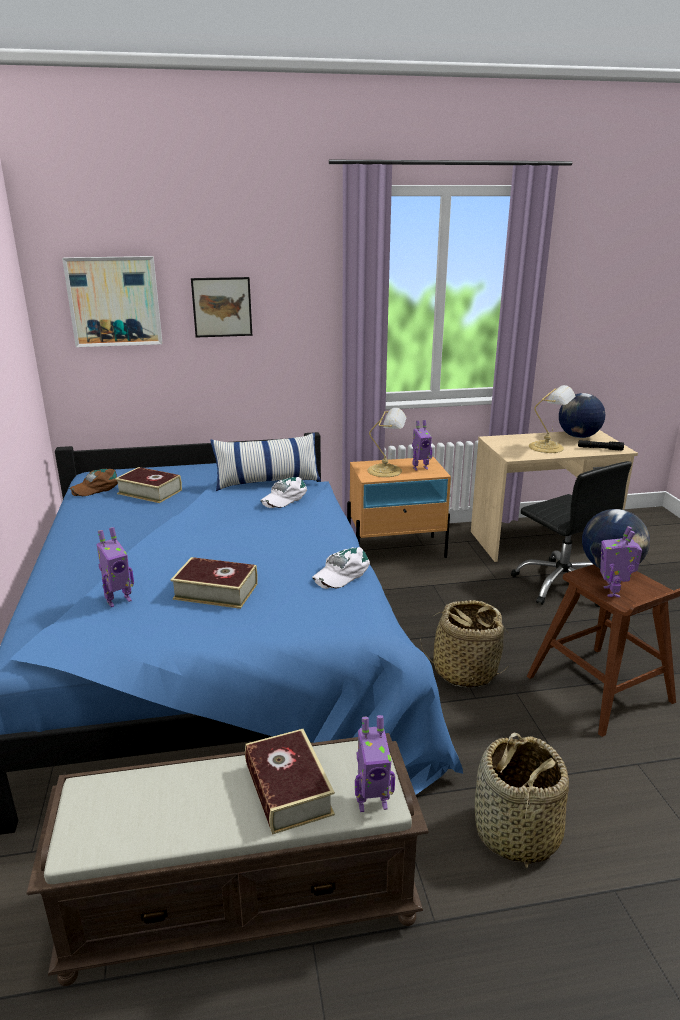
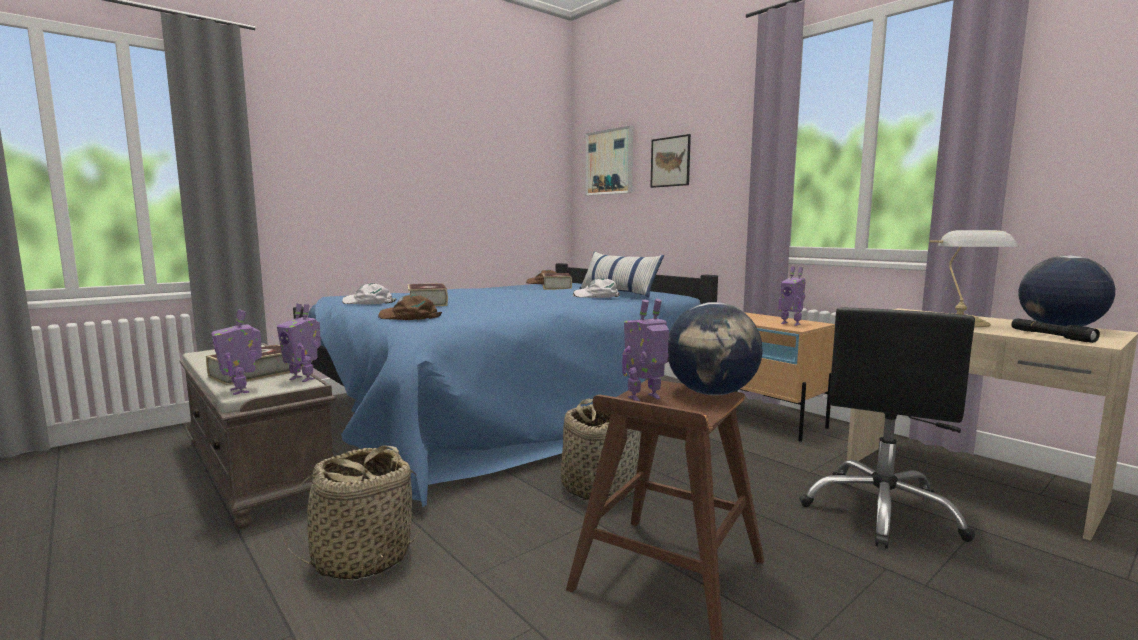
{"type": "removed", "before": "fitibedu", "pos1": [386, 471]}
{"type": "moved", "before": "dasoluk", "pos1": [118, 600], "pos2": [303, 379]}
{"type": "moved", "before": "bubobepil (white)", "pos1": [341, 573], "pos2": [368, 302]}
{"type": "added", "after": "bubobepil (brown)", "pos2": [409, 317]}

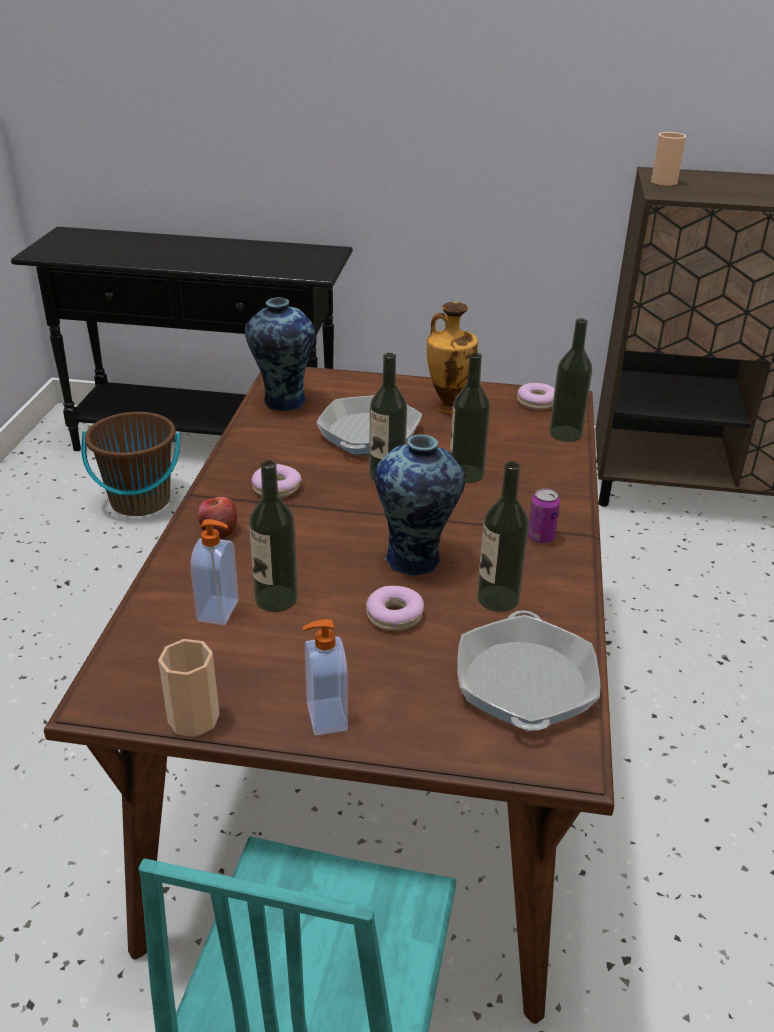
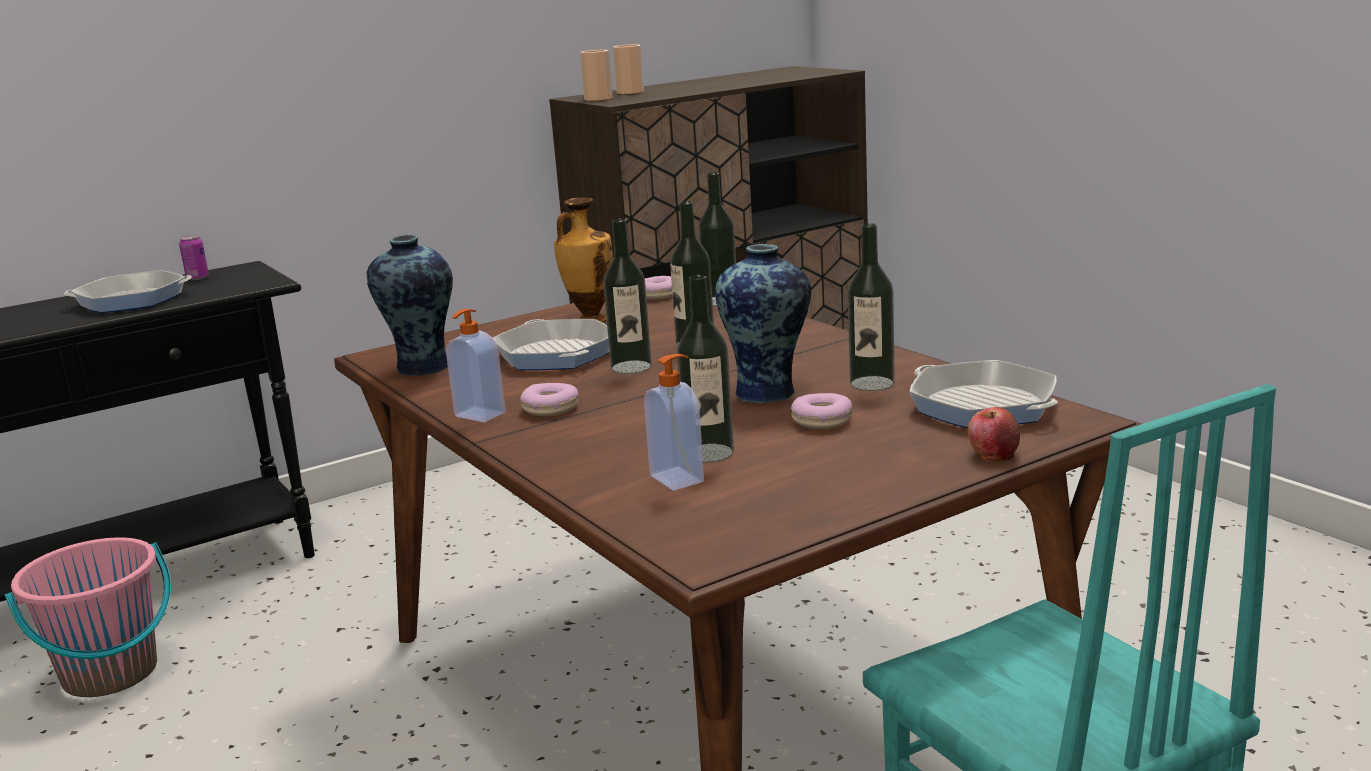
{"type": "recoloured", "before": "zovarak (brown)", "after": "zovarak (pink)", "pos1": [140, 501], "pos2": [110, 674]}
{"type": "moved", "before": "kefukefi", "pos1": [541, 537], "pos2": [197, 278]}
{"type": "moved", "before": "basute", "pos1": [218, 530], "pos2": [993, 454]}
{"type": "moved", "before": "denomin", "pos1": [325, 717], "pos2": [478, 415]}
{"type": "moved", "before": "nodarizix", "pos1": [193, 718], "pos2": [630, 92]}
{"type": "added", "after": "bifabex", "pos2": [131, 300]}

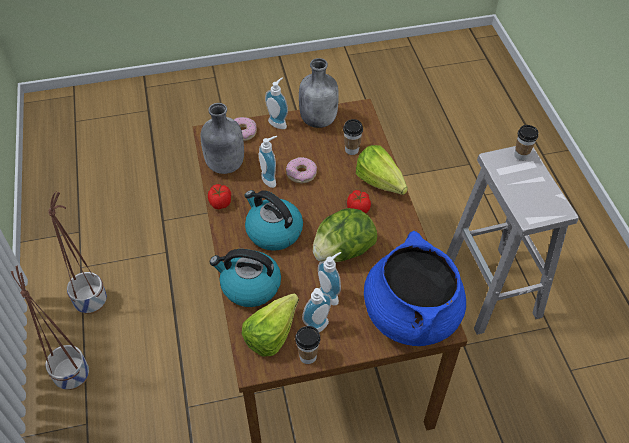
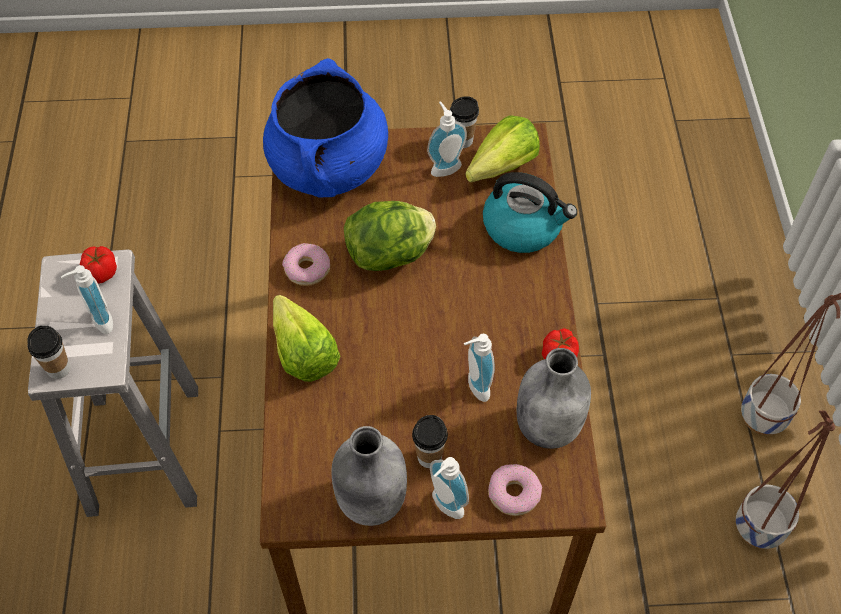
{"type": "moved", "before": "nodarizix", "pos1": [351, 150], "pos2": [429, 457]}
{"type": "moved", "before": "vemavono", "pos1": [301, 174], "pos2": [307, 269]}
{"type": "removed", "before": "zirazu", "pos1": [273, 231]}
{"type": "moved", "before": "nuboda", "pos1": [358, 208], "pos2": [101, 273]}
{"type": "moved", "before": "denomin", "pos1": [331, 294], "pos2": [98, 322]}

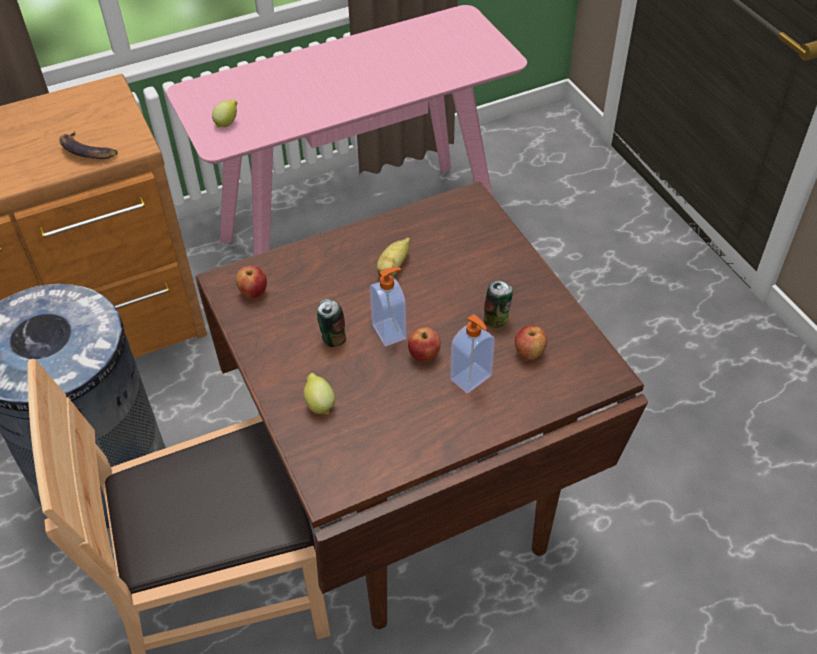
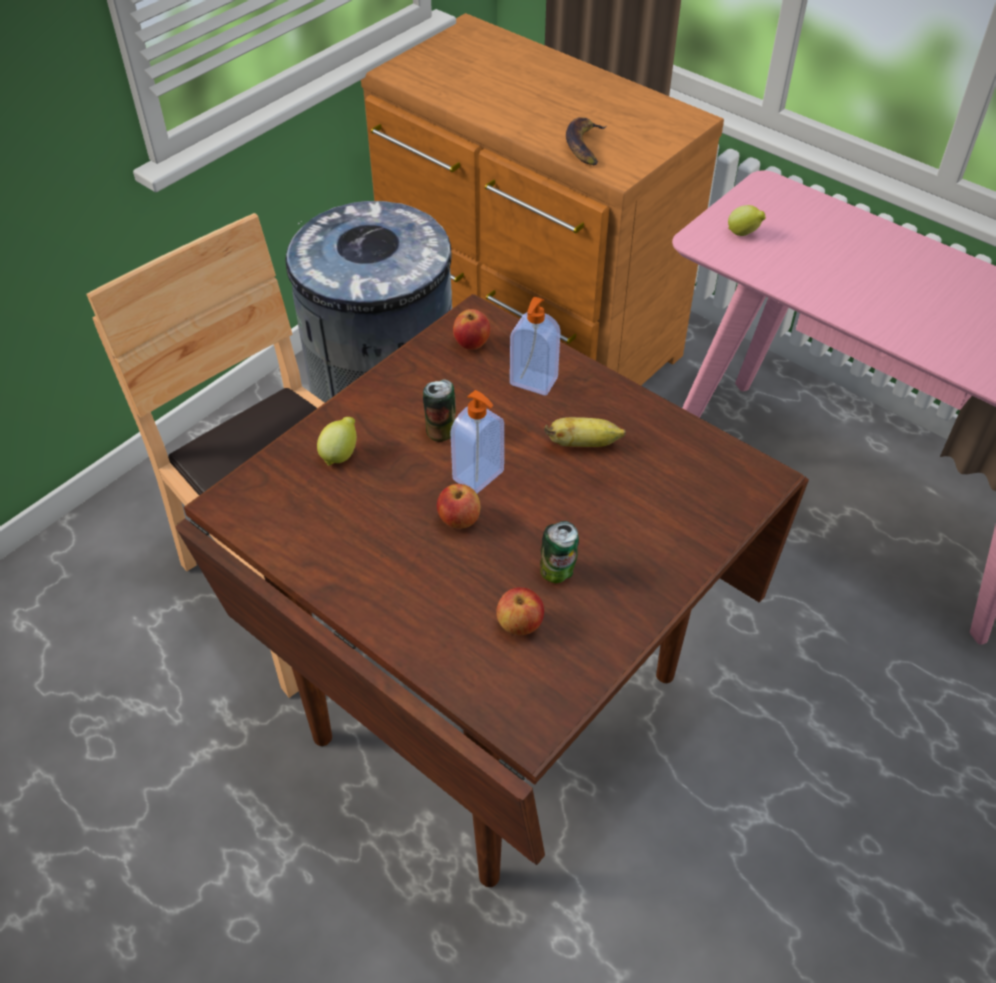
{"type": "moved", "before": "denomin", "pos1": [472, 378], "pos2": [533, 382]}

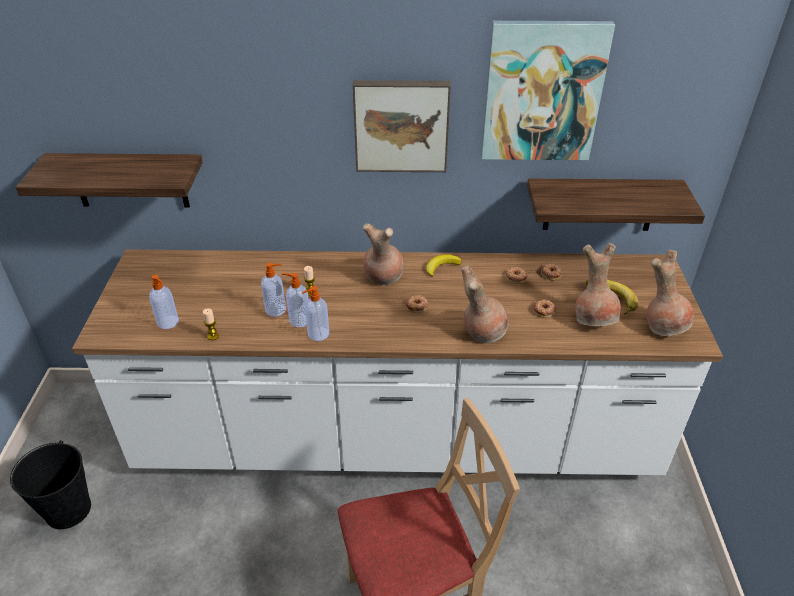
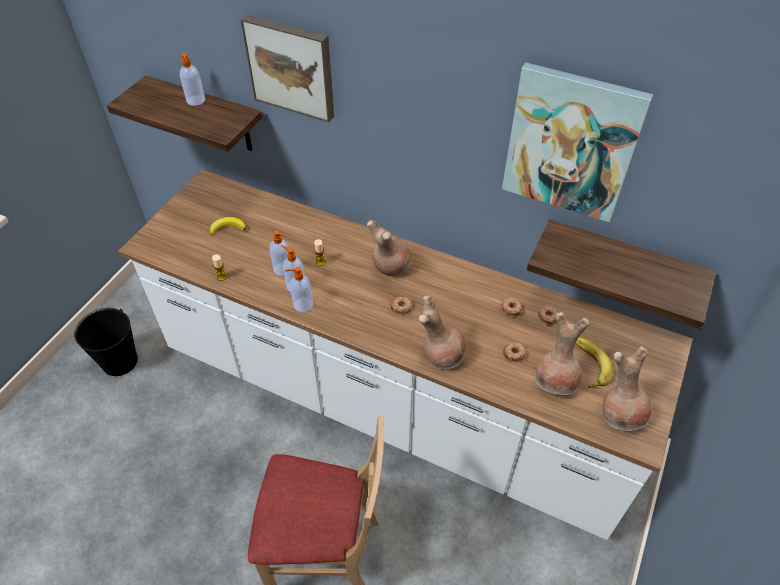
{"type": "moved", "before": "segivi", "pos1": [401, 125], "pos2": [292, 66]}
{"type": "moved", "before": "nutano", "pos1": [441, 267], "pos2": [228, 228]}
{"type": "moved", "before": "denomin", "pos1": [168, 323], "pos2": [196, 101]}

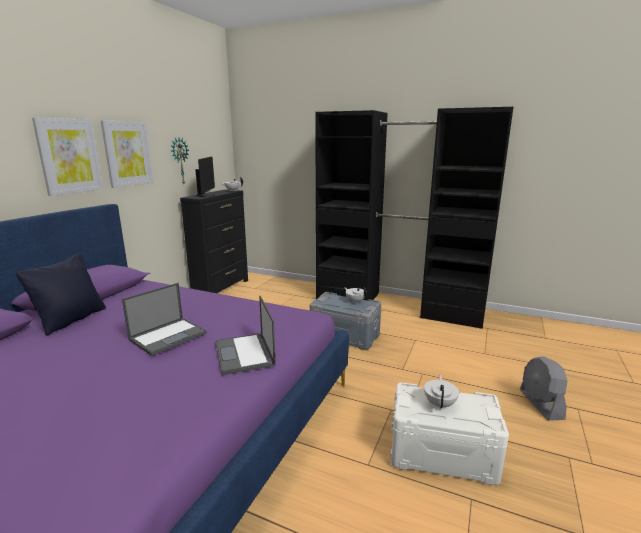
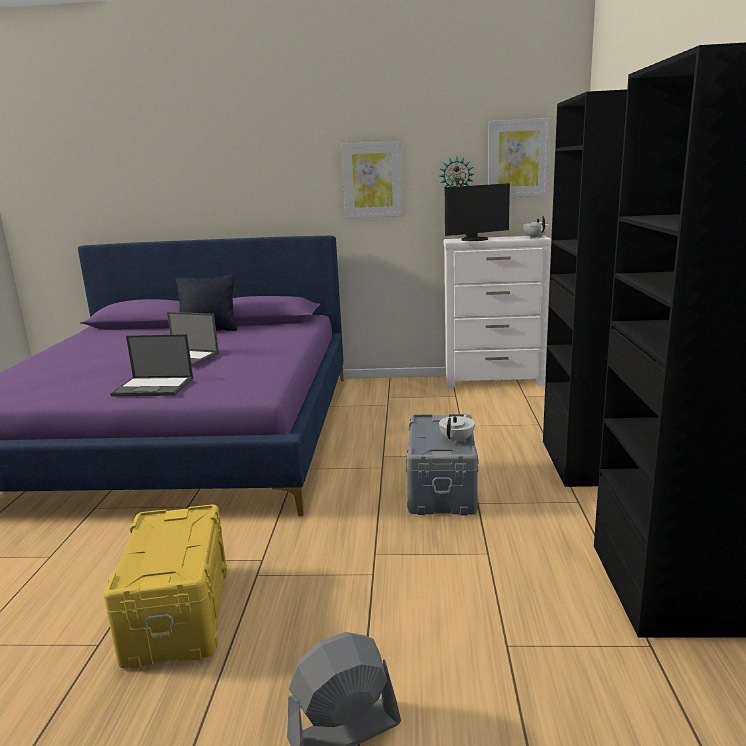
{"type": "moved", "before": "segivi", "pos1": [69, 156], "pos2": [518, 159]}
{"type": "recoloured", "before": "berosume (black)", "after": "berosume (white)", "pos1": [222, 288], "pos2": [494, 381]}
{"type": "turned", "before": "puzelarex", "pos1": [244, 354], "pos2": [154, 387], "turn": -135}
{"type": "removed", "before": "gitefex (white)", "pos1": [440, 404]}
{"type": "recoloured", "before": "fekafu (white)", "after": "fekafu (yellow)", "pos1": [442, 454], "pos2": [176, 614]}

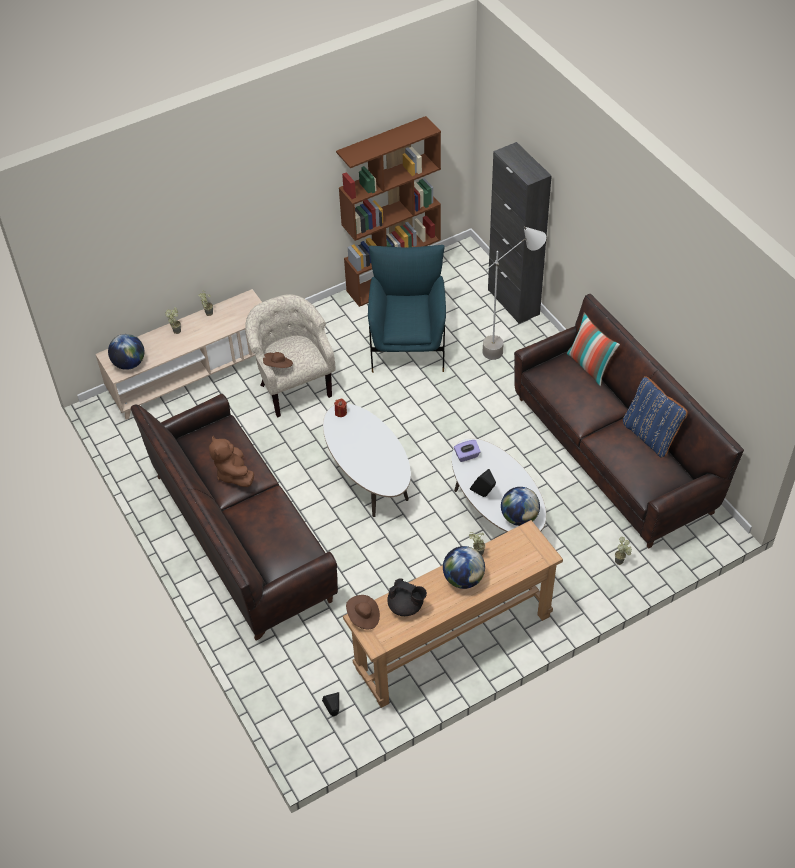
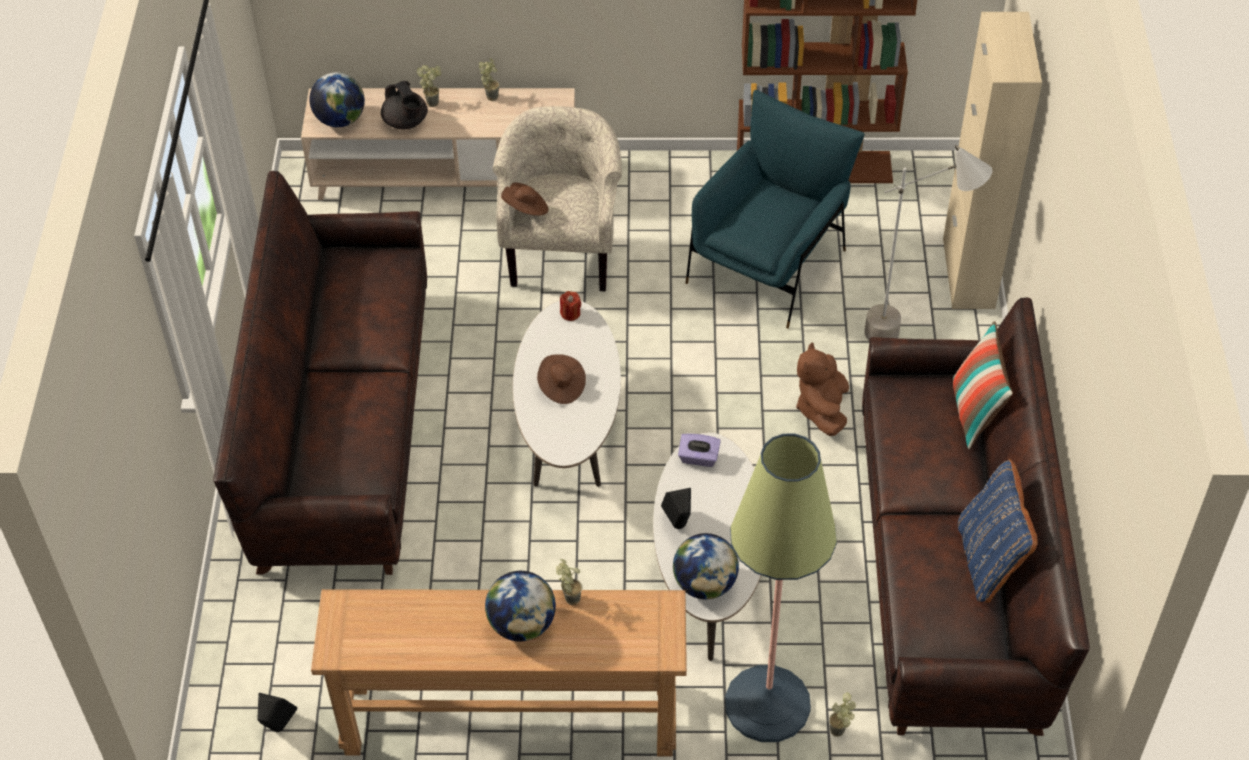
{"type": "recoloured", "before": "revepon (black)", "after": "revepon (beige)", "pos1": [513, 302], "pos2": [968, 273]}
{"type": "moved", "before": "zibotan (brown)", "pos1": [233, 473], "pos2": [822, 409]}
{"type": "moved", "before": "gitefex (black)", "pos1": [406, 606], "pos2": [406, 122]}
{"type": "moved", "before": "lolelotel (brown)", "pos1": [363, 617], "pos2": [561, 387]}
{"type": "added", "after": "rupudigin", "pos2": [767, 704]}

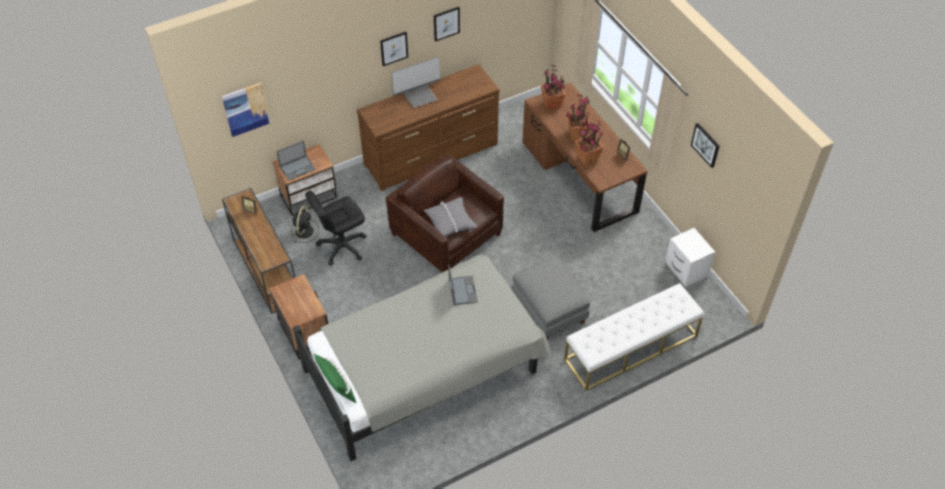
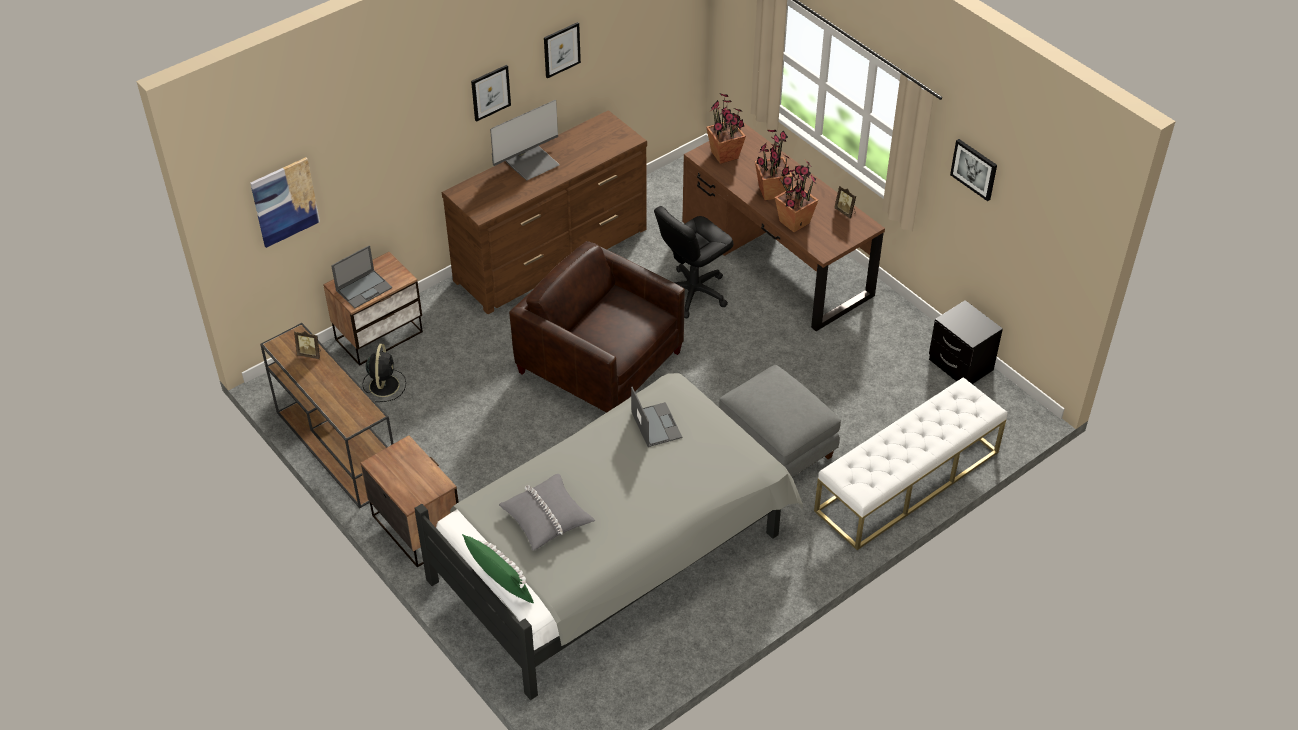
{"type": "moved", "before": "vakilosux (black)", "pos1": [342, 246], "pos2": [693, 293]}
{"type": "moved", "before": "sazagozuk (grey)", "pos1": [450, 221], "pos2": [546, 517]}
{"type": "recoloured", "before": "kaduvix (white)", "after": "kaduvix (black)", "pos1": [685, 270], "pos2": [959, 365]}

